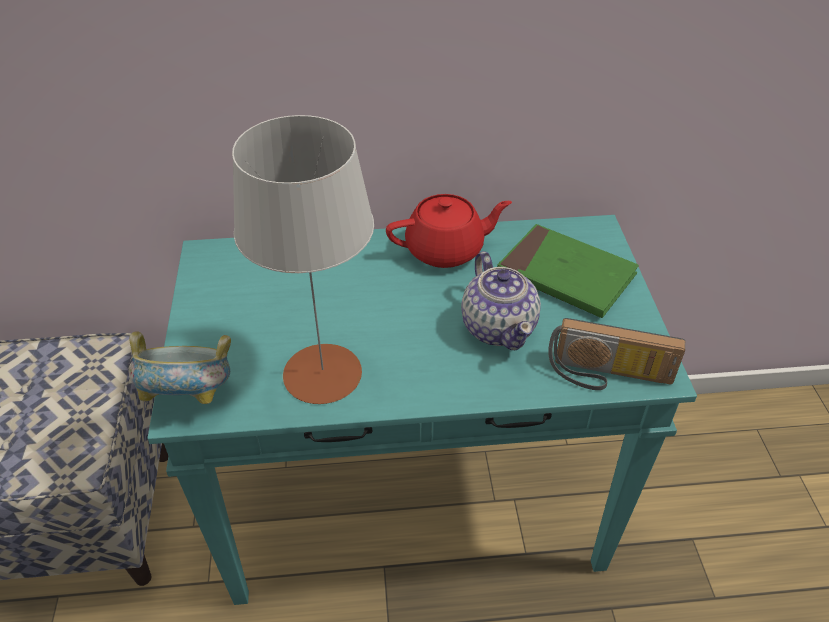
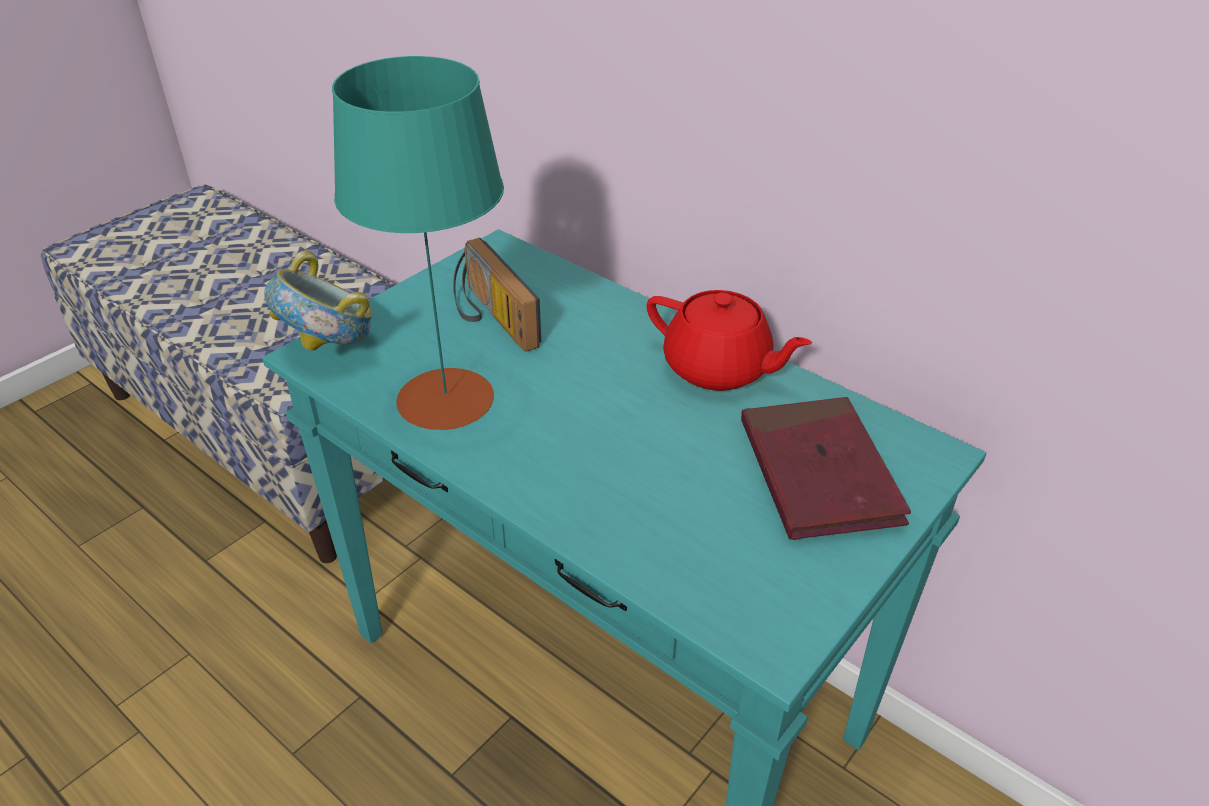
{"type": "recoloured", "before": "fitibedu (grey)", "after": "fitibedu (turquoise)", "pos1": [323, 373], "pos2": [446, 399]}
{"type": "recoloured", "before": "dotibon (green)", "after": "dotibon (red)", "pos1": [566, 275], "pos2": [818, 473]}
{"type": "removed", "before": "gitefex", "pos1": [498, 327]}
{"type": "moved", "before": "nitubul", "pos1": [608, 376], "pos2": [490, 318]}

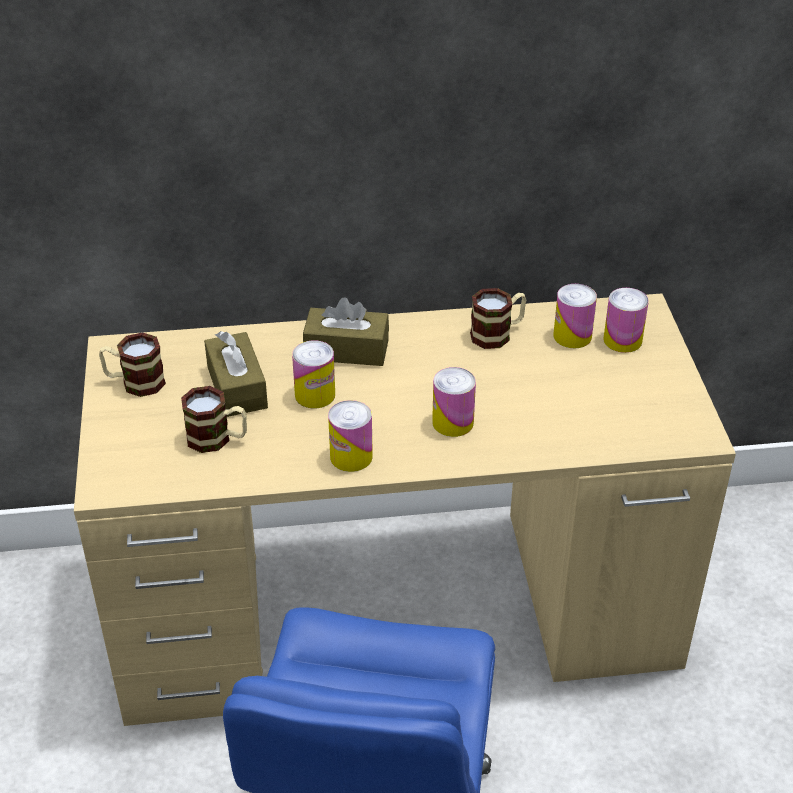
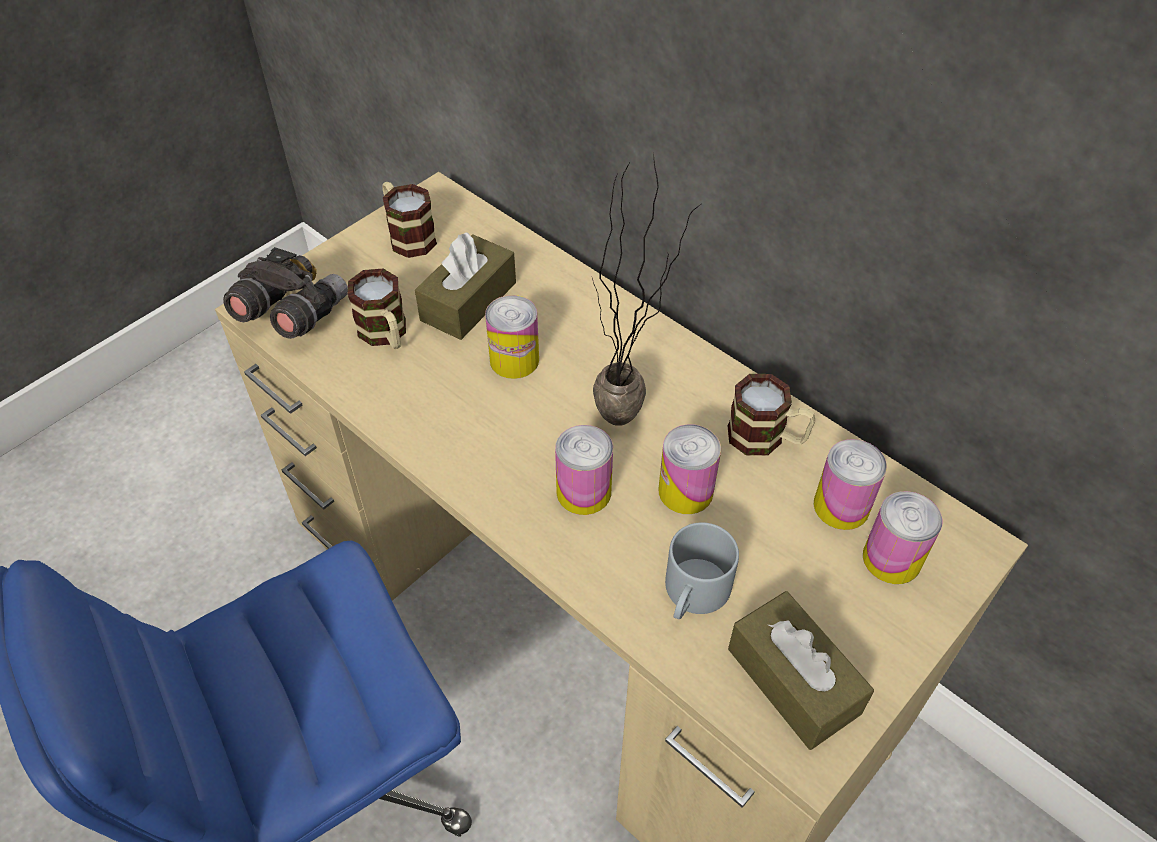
{"type": "moved", "before": "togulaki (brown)", "pos1": [346, 350], "pos2": [793, 681]}
{"type": "moved", "before": "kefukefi", "pos1": [351, 456], "pos2": [685, 491]}
{"type": "added", "after": "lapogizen", "pos2": [633, 423]}
{"type": "added", "after": "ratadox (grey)", "pos2": [291, 315]}
{"type": "added", "after": "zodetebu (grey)", "pos2": [694, 595]}

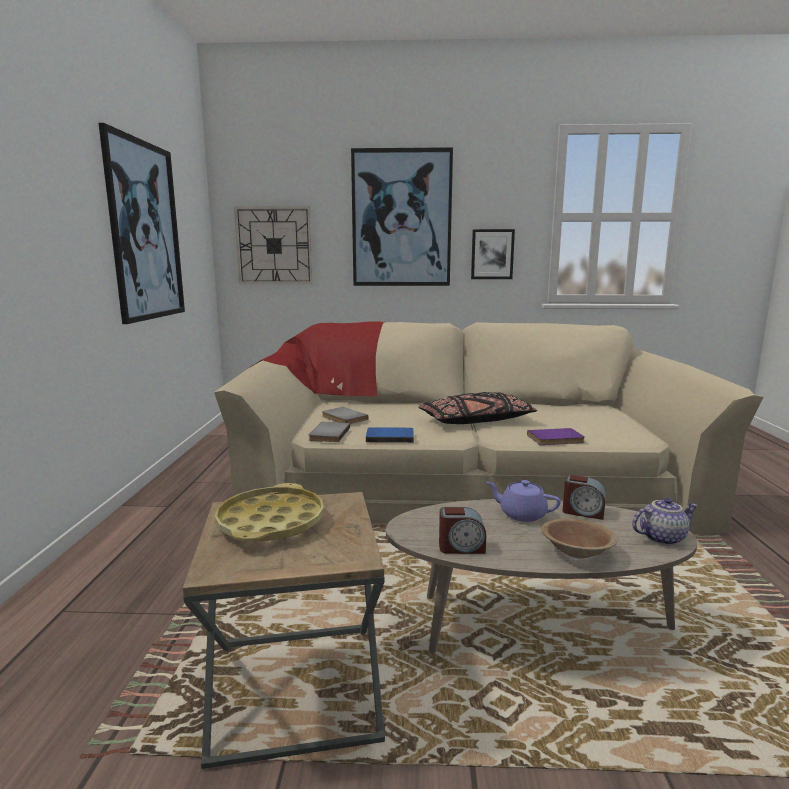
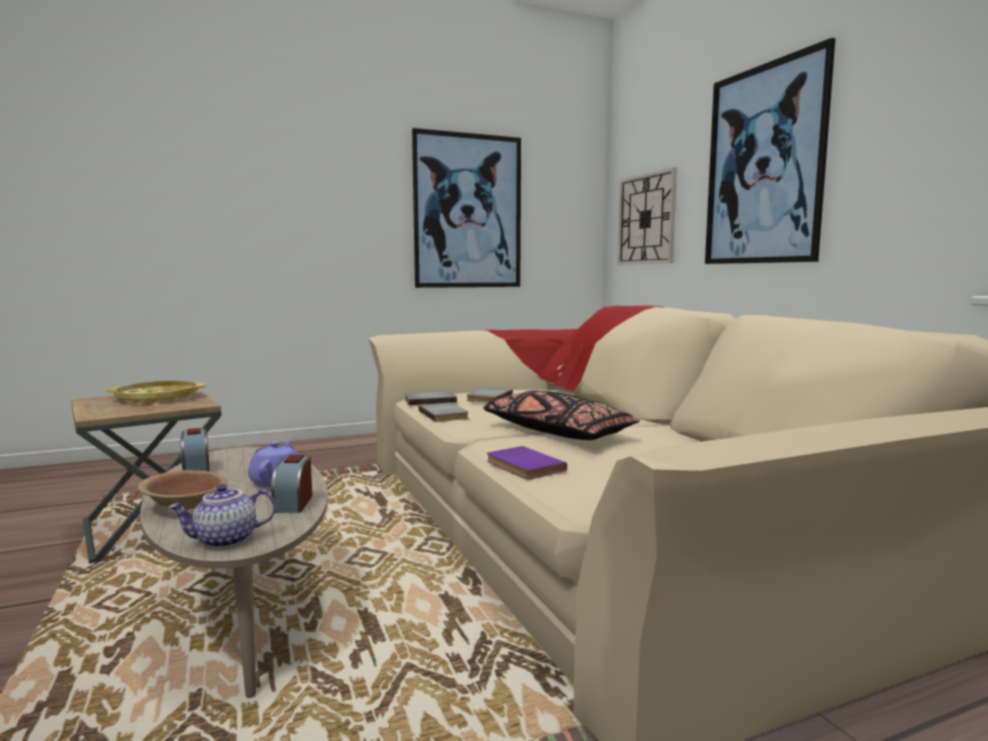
{"type": "removed", "before": "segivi", "pos1": [492, 254]}
{"type": "recoloured", "before": "dotibon (blue)", "after": "dotibon (grey)", "pos1": [390, 437], "pos2": [445, 414]}
{"type": "turned", "before": "gitefex", "pos1": [661, 537], "pos2": [225, 541], "turn": 105}

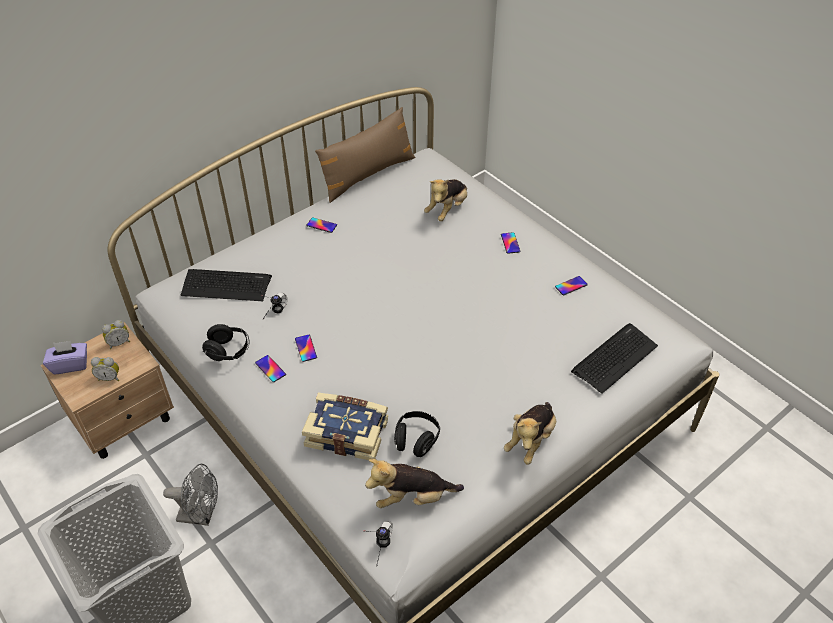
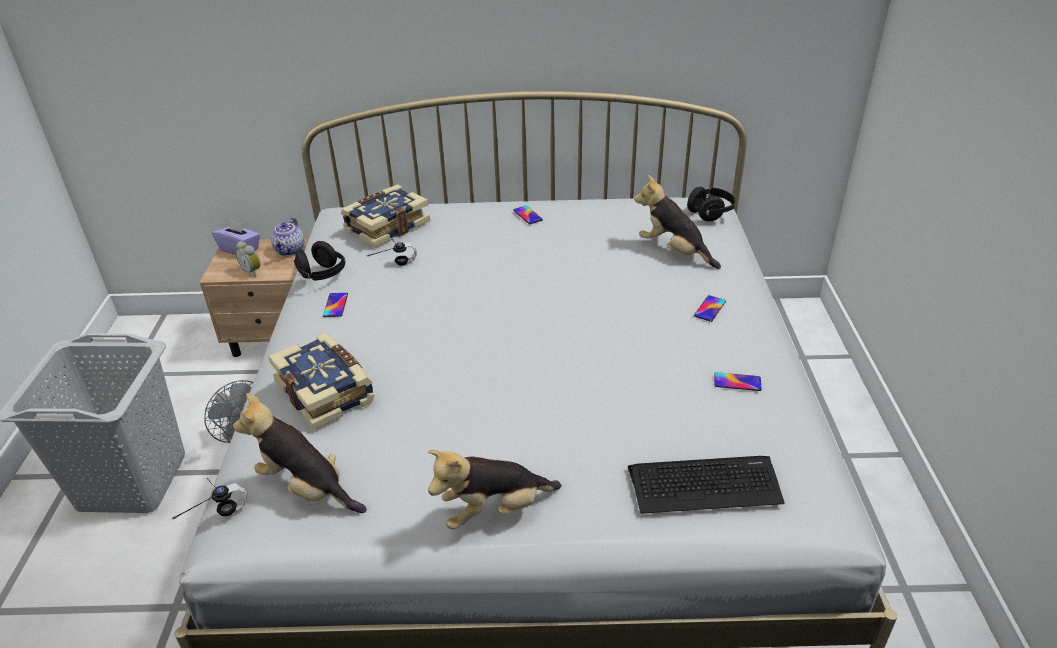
{"type": "removed", "before": "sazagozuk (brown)", "pos1": [367, 175]}
{"type": "turned", "before": "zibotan", "pos1": [447, 209], "pos2": [674, 252], "turn": 60}
{"type": "replaced", "before": "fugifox", "after": "dotibon", "pos1": [226, 285], "pos2": [386, 226]}
{"type": "replaced", "before": "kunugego", "after": "gitefex", "pos1": [119, 343], "pos2": [290, 250]}
{"type": "removed", "before": "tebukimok", "pos1": [305, 348]}
{"type": "moved", "before": "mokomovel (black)", "pos1": [416, 440], "pos2": [710, 213]}

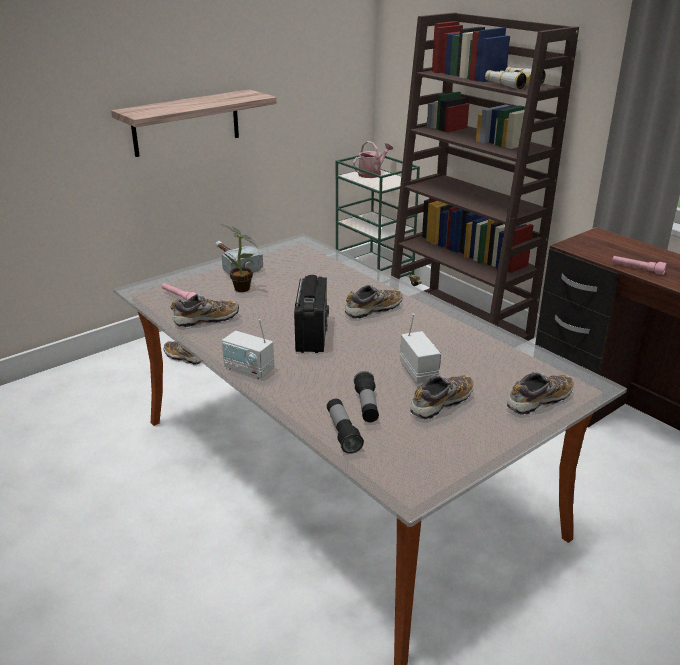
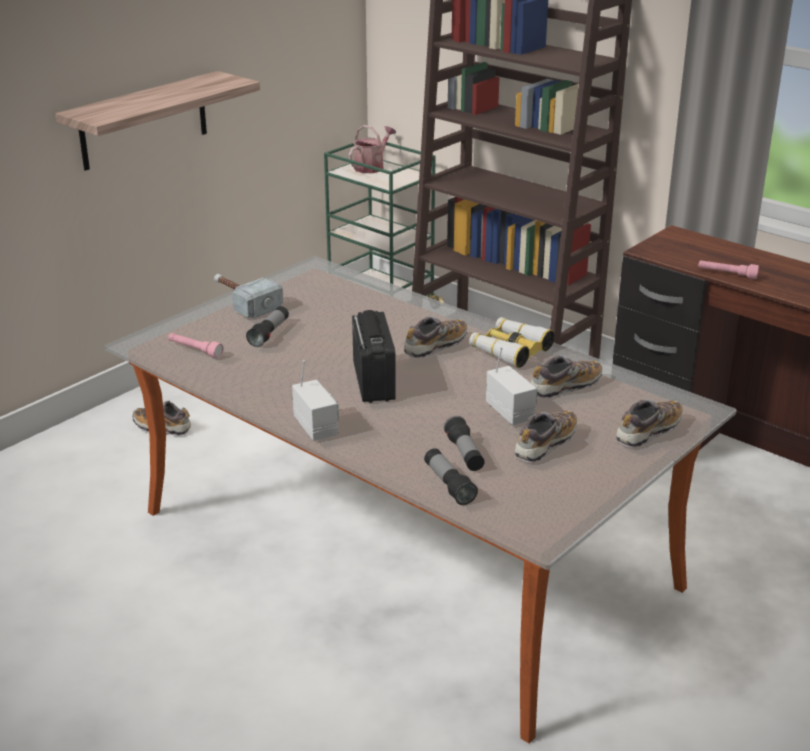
{"type": "moved", "before": "ratadox", "pos1": [513, 84], "pos2": [510, 350]}
{"type": "replaced", "before": "lapogizen", "after": "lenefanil", "pos1": [243, 290], "pos2": [269, 334]}
{"type": "moved", "before": "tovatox", "pos1": [206, 320], "pos2": [565, 387]}
{"type": "turned", "before": "nitubul", "pos1": [249, 369], "pos2": [316, 427], "turn": -135}

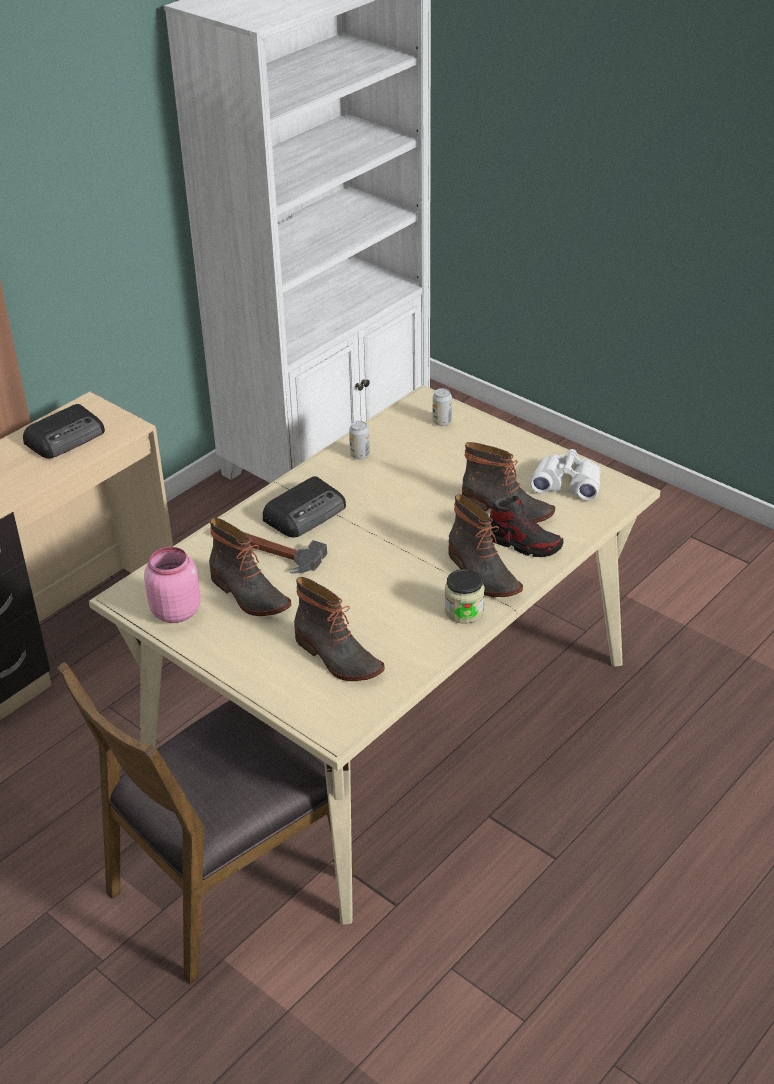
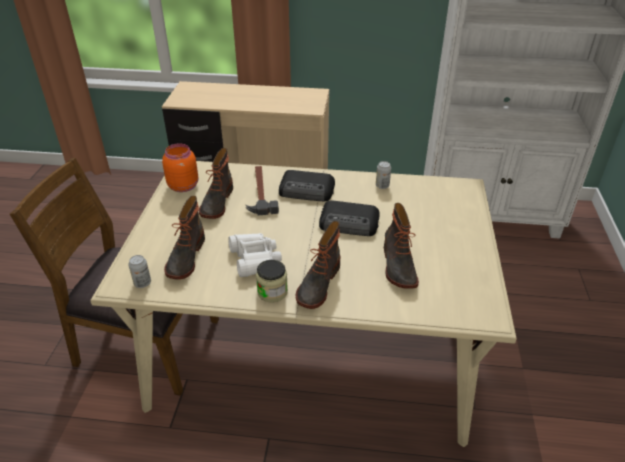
{"type": "moved", "before": "kefukefi", "pos1": [442, 422], "pos2": [142, 283]}
{"type": "moved", "before": "nitubul", "pos1": [66, 437], "pos2": [350, 223]}
{"type": "moved", "before": "ratadox (white)", "pos1": [567, 484], "pos2": [255, 259]}
{"type": "removed", "before": "tovatox", "pos1": [523, 543]}
{"type": "recoloured", "before": "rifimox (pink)", "after": "rifimox (orange)", "pos1": [175, 611], "pos2": [183, 186]}

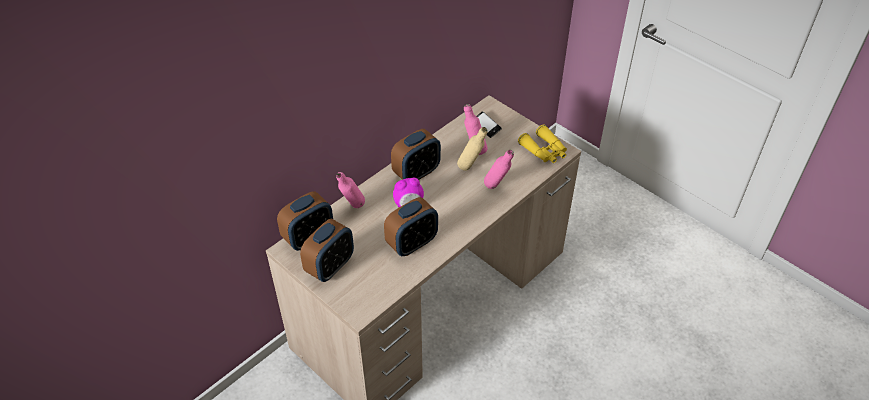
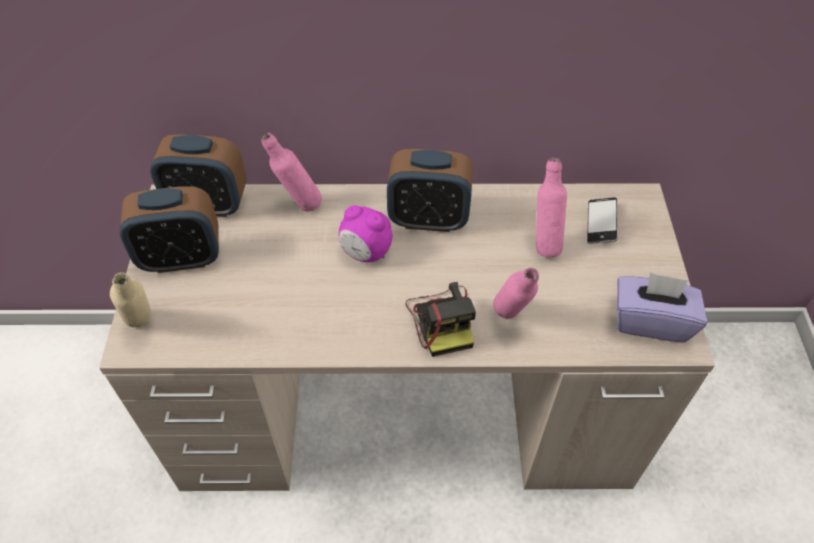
{"type": "replaced", "before": "ratadox (yellow)", "after": "togulaki (purple)", "pos1": [544, 151], "pos2": [650, 321]}
{"type": "moved", "before": "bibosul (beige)", "pos1": [471, 168], "pos2": [144, 328]}
{"type": "removed", "before": "kunugego", "pos1": [412, 243]}
{"type": "added", "after": "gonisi", "pos2": [442, 320]}

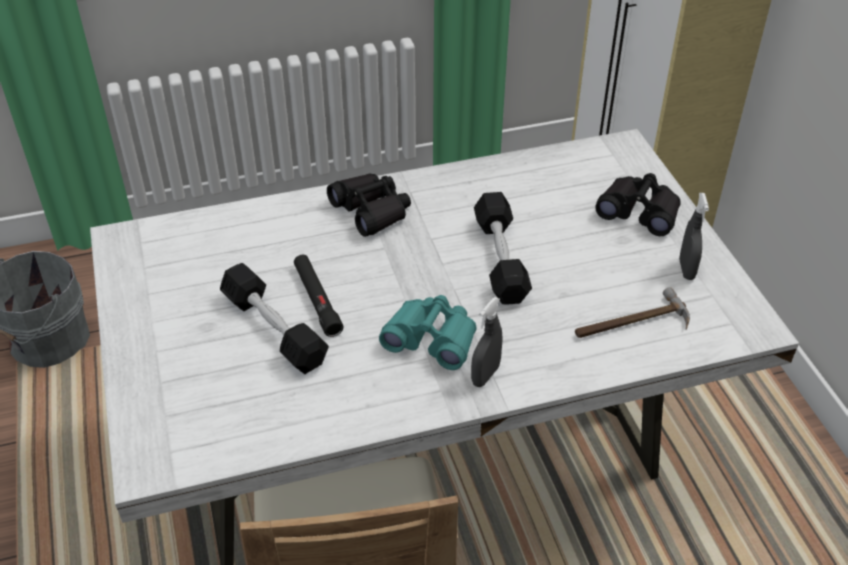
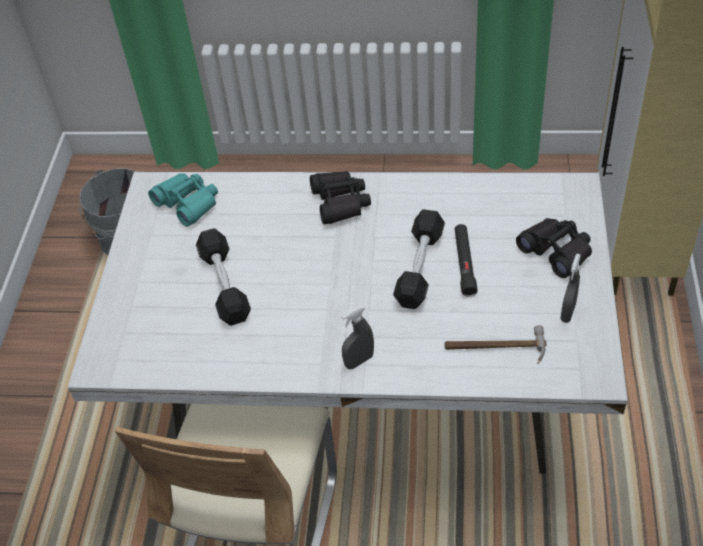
{"type": "moved", "before": "lenefanil (black)", "pos1": [317, 299], "pos2": [464, 263]}
{"type": "moved", "before": "ratadox (turquoise)", "pos1": [432, 339], "pos2": [188, 203]}

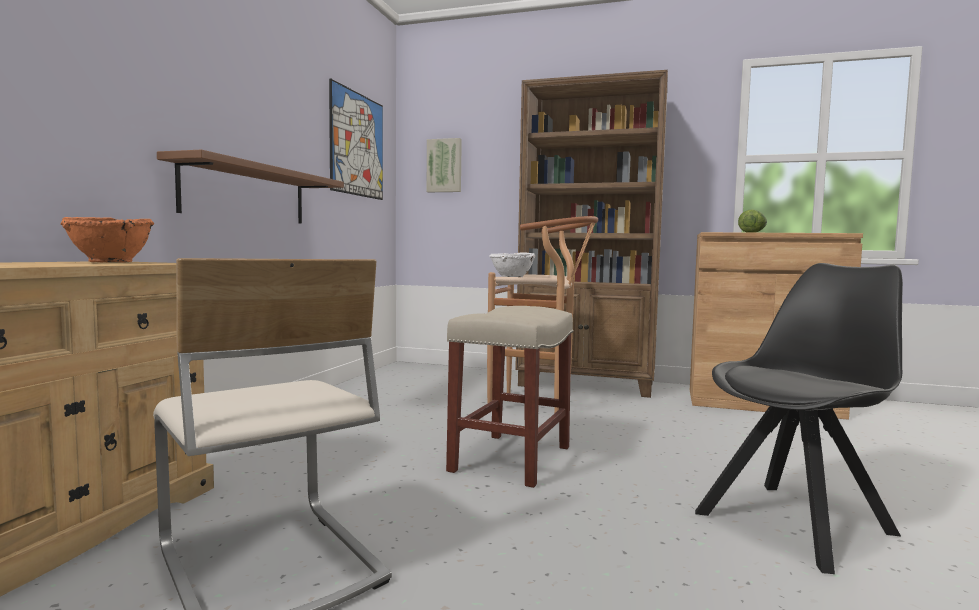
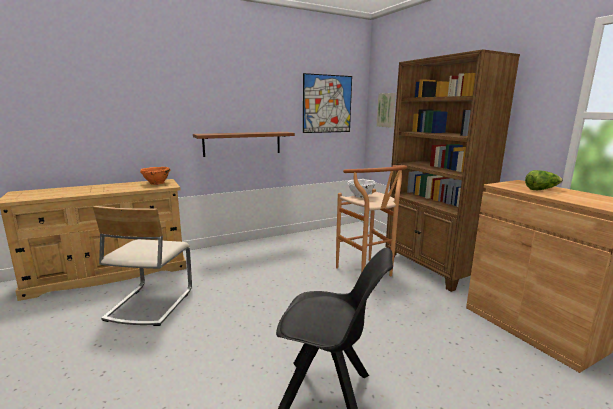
{"type": "removed", "before": "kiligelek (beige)", "pos1": [511, 459]}

